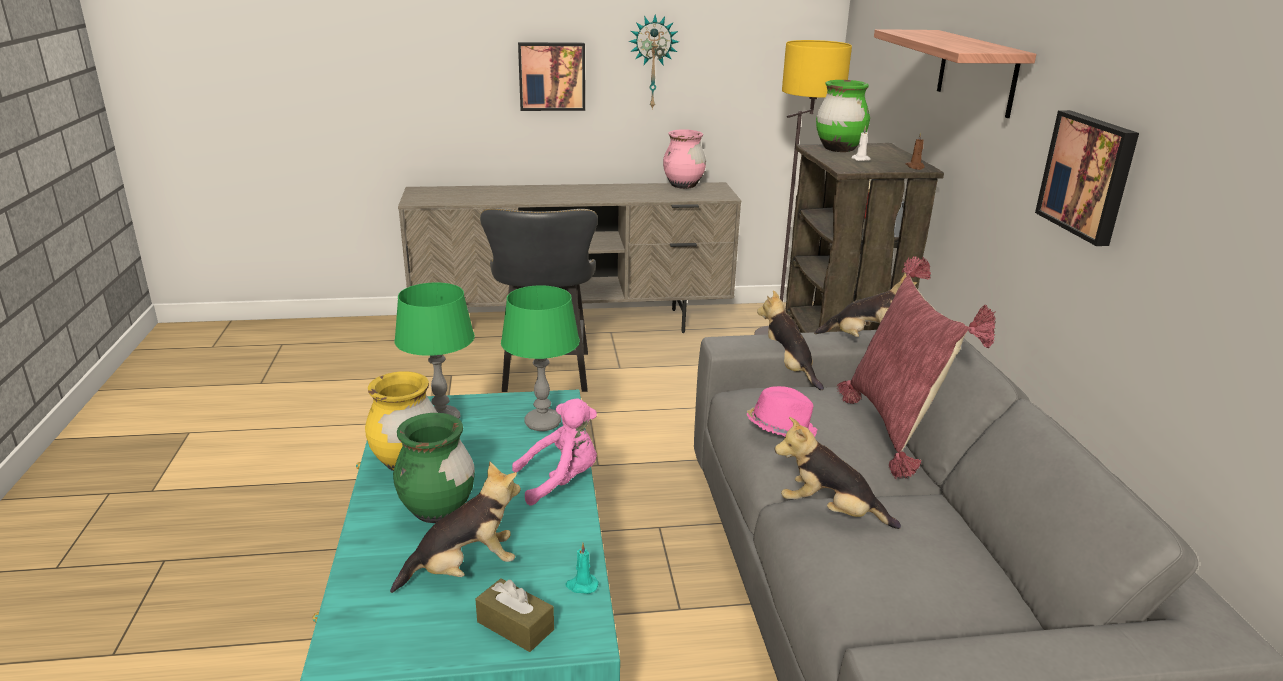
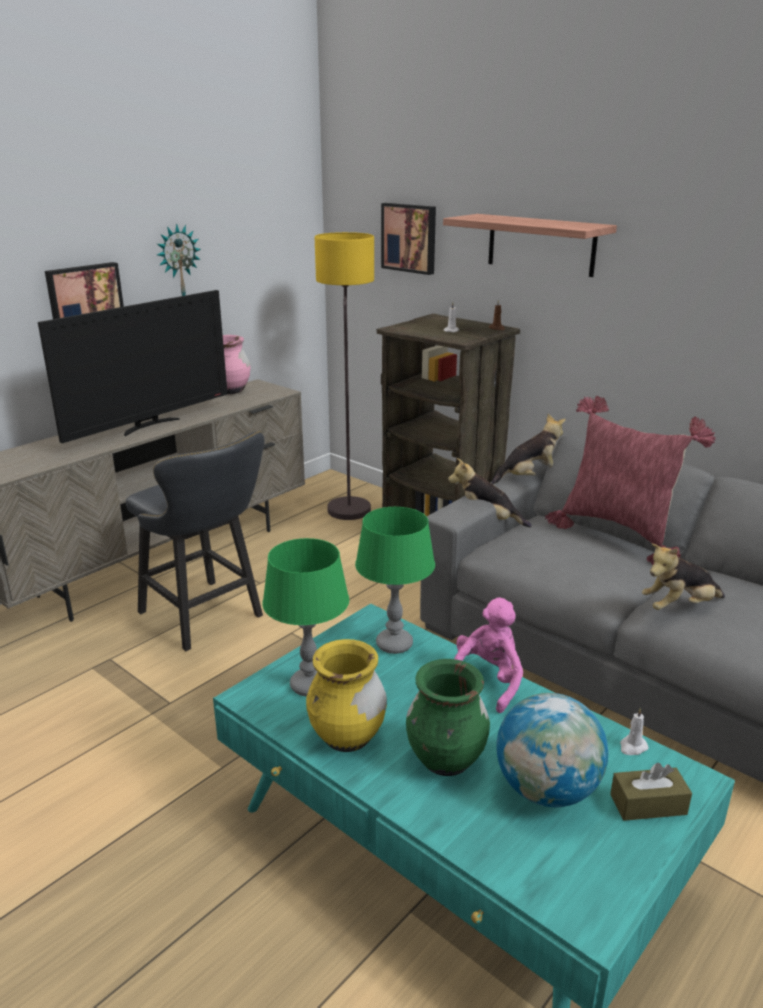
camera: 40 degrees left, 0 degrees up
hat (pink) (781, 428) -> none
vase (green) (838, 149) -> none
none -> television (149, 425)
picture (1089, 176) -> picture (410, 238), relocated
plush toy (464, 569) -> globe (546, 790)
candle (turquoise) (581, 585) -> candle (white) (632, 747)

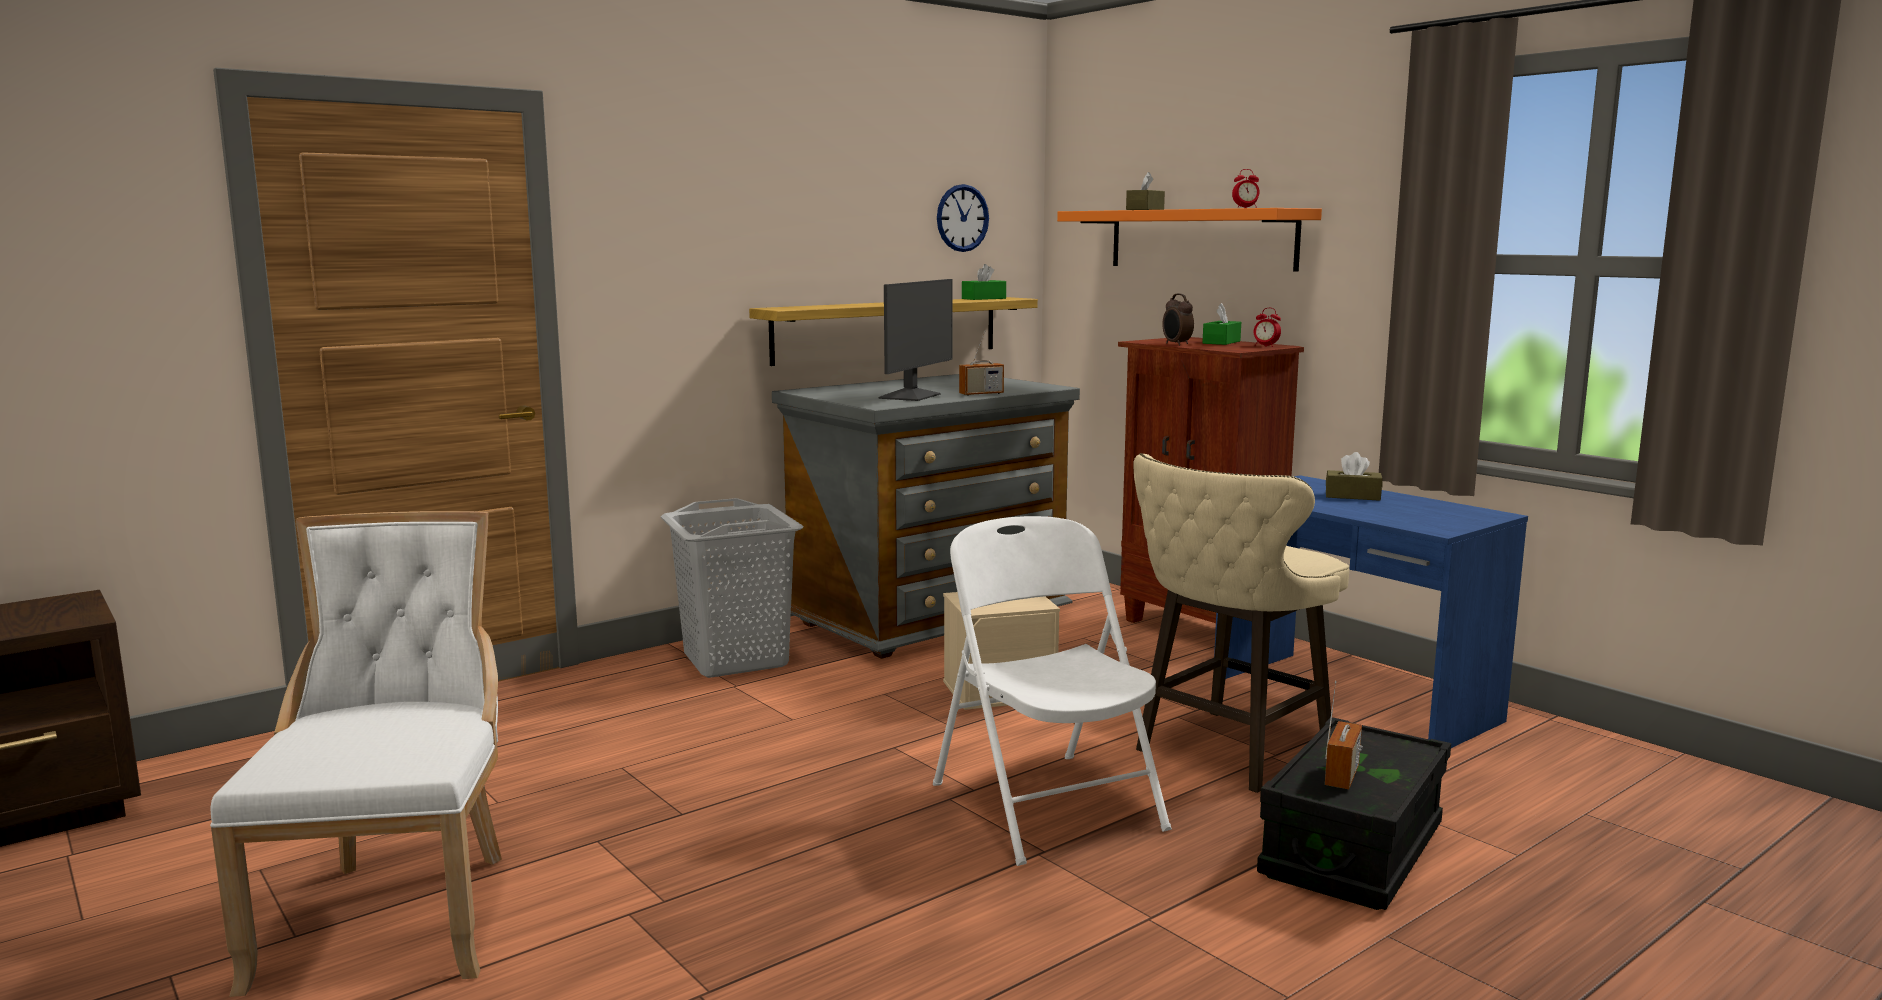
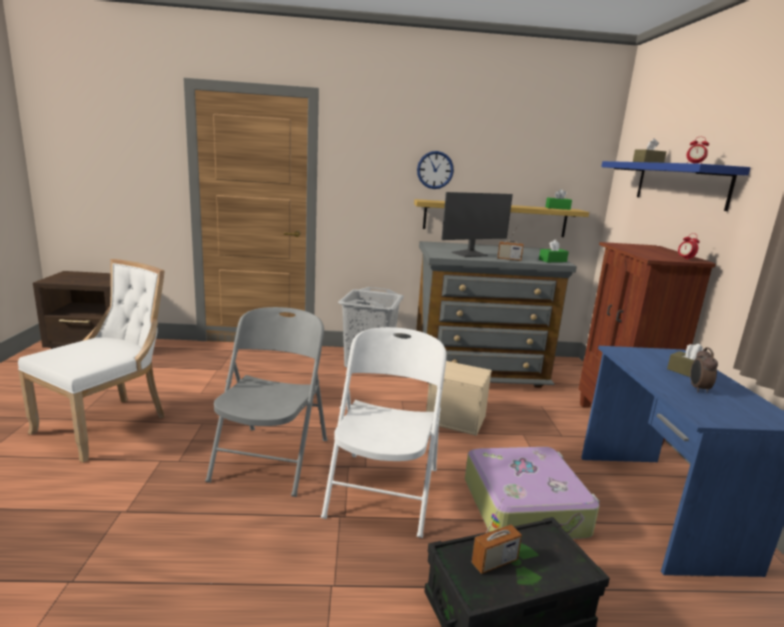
camera: 35 degrees right, 5 degrees up
none -> chair (grey) (271, 459)
wall clock (962, 218) -> wall clock (435, 170), relocated
alarm clock (1176, 344) -> alarm clock (698, 389), relocated
tissue box (green) (1221, 342) -> tissue box (green) (552, 260), relocated
stool (beige) (1228, 752) -> suitcase (525, 506)
shelf (orange) (1201, 239) -> shelf (blue) (680, 184)

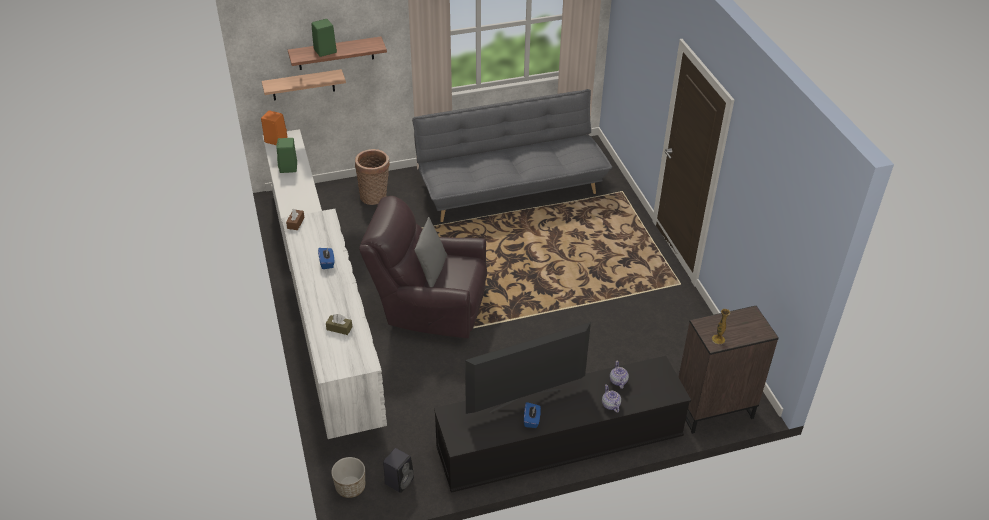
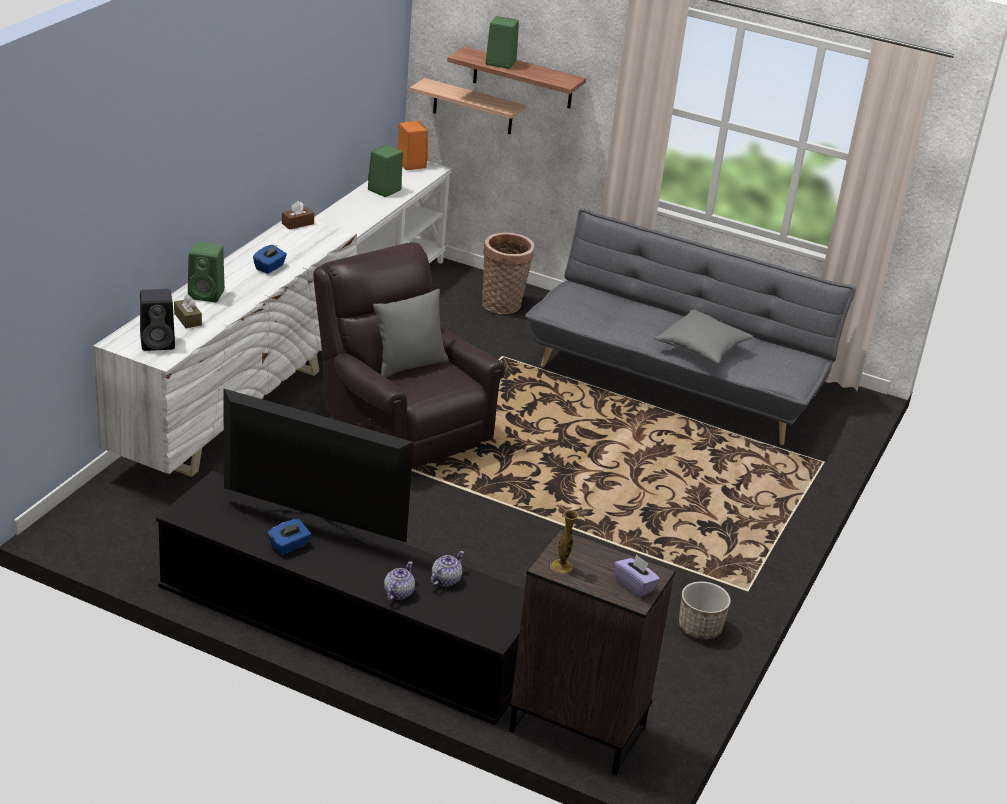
camera: 40 degrees right, 10 degrees down
none -> speaker (green) (207, 294)
none -> tissue box (purple) (634, 586)
none -> pillow (grey) (702, 348)
planter (350, 487) -> planter (699, 628), relocated
speaker (black) (399, 480) -> speaker (black) (159, 343), relocated

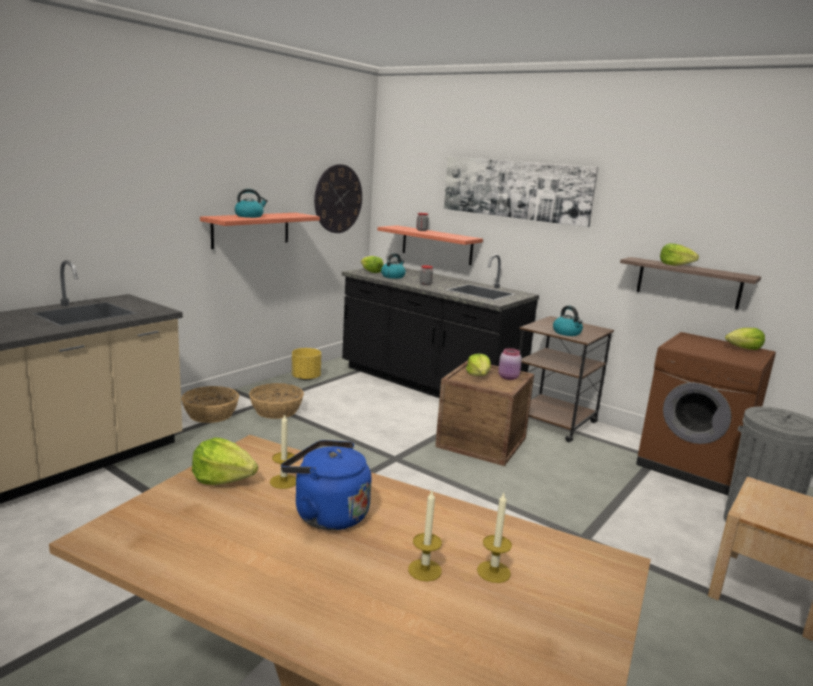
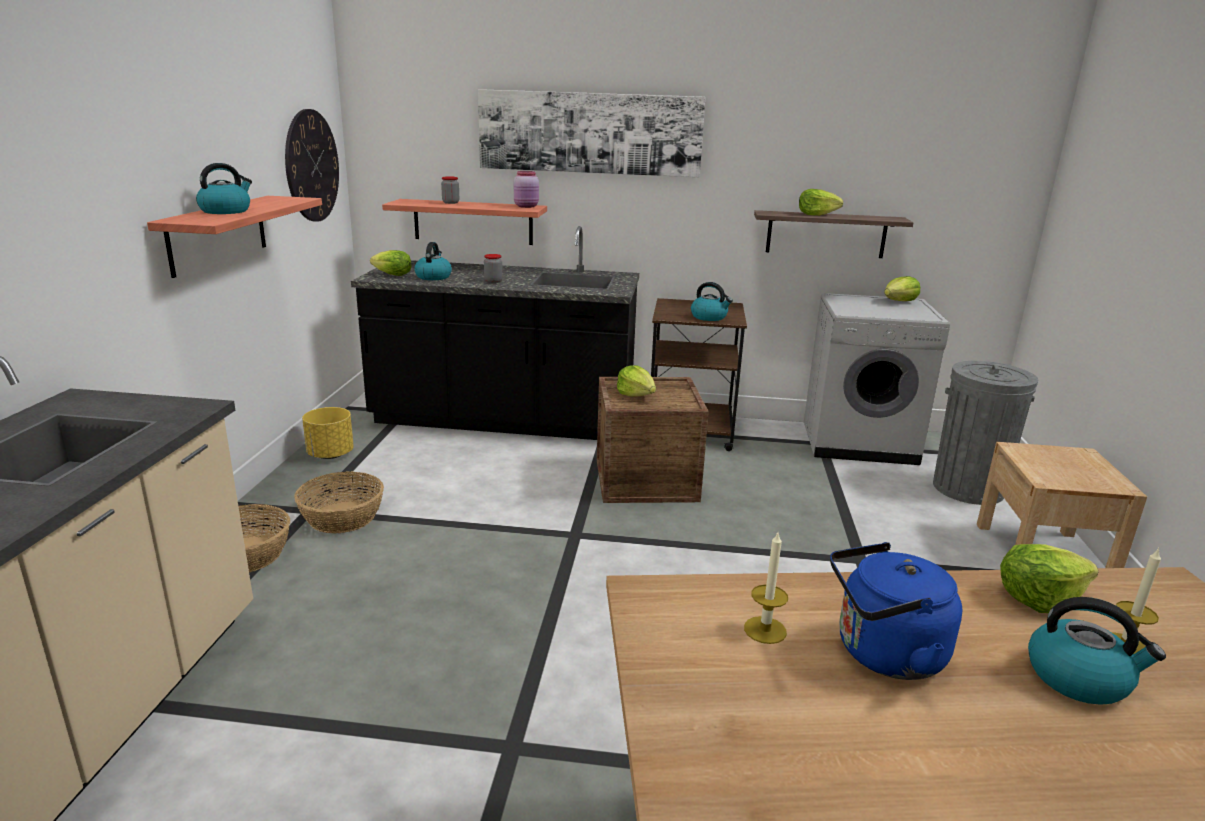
camera: 30 degrees left, 5 degrees up
lettuce (223, 478) -> lettuce (1039, 597), relocated
jar (pink) (508, 378) -> jar (pink) (527, 206), relocated
candle (424, 570) -> kettle (1079, 678)
washing machine (brown) (691, 467) -> washing machine (white) (859, 444)

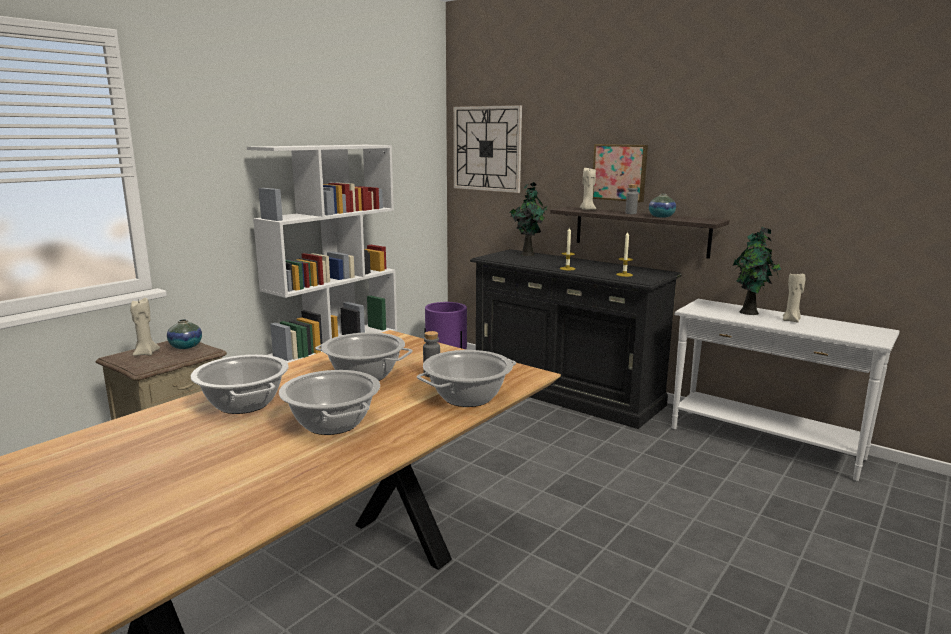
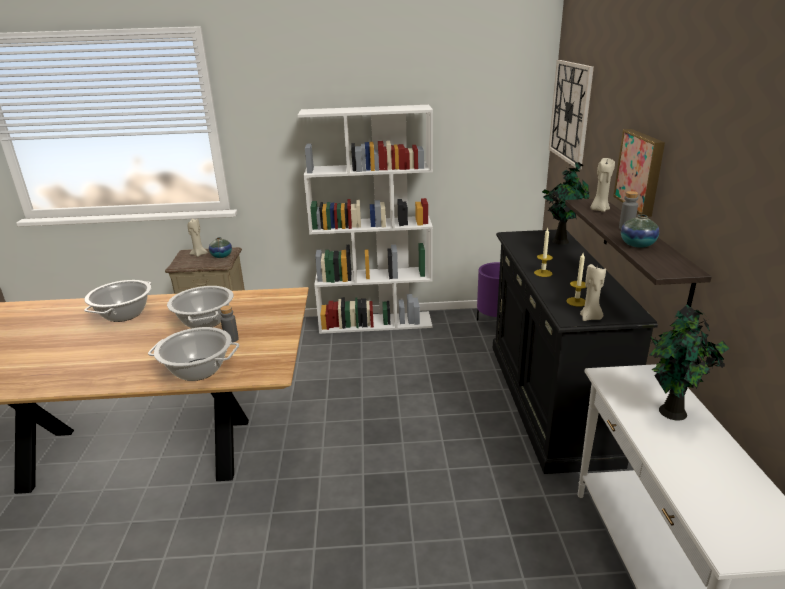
camera: 50 degrees right, 10 degrees up
cooking pot (331, 423) -> none
candle (beige) (791, 320) -> candle (beige) (590, 318), relocated

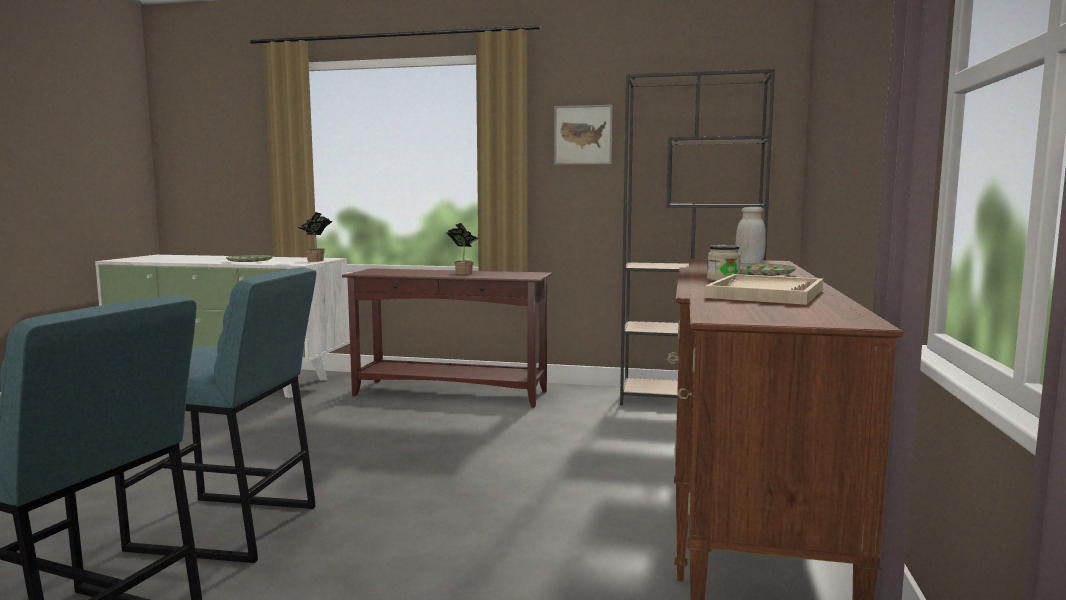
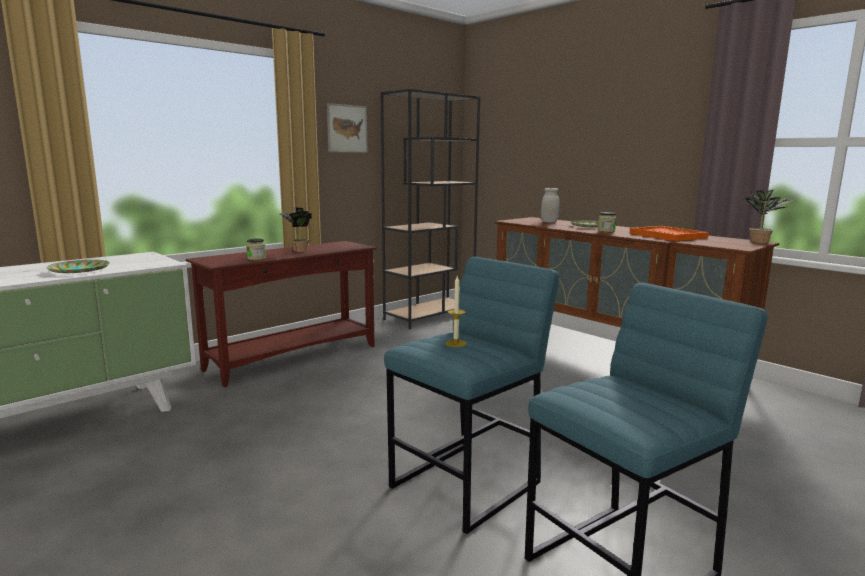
camera: 55 degrees left, 5 degrees up
none -> jar (256, 258)
none -> candle (456, 343)
potted plant (317, 261) -> potted plant (761, 242), relocated
tray (beige) (766, 293) -> tray (orange) (667, 235)

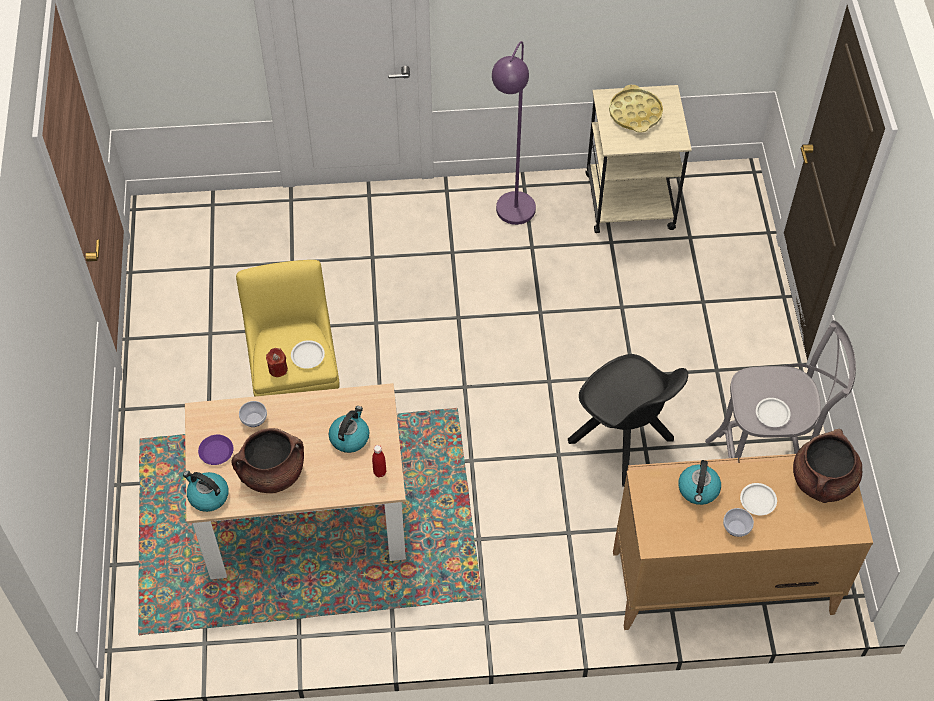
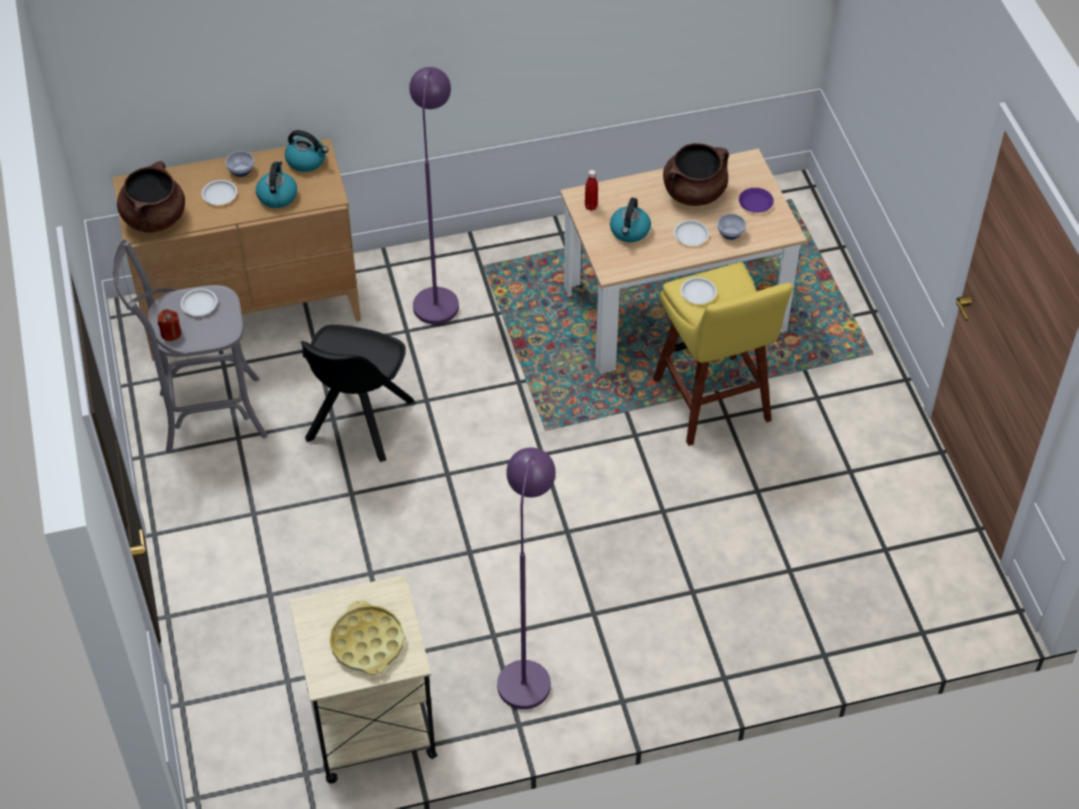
camera: 170 degrees right, 5 degrees down
none -> floor lamp (purple) (437, 297)
none -> plate (white) (691, 235)
kettle (208, 496) -> kettle (307, 161), relocated
candle (red) (278, 369) -> candle (red) (171, 333), relocated
chair (black) (622, 442) -> chair (black) (358, 421), 105 degrees counterclockwise

